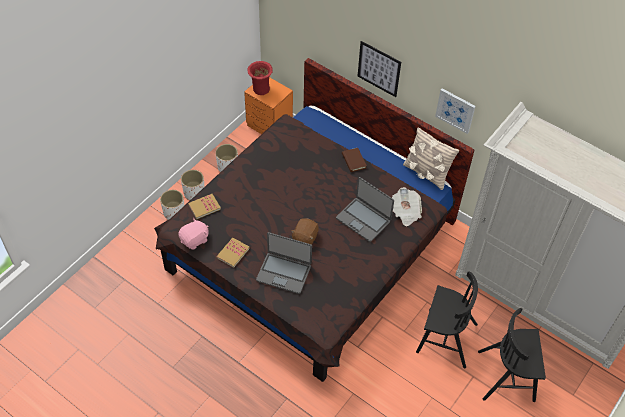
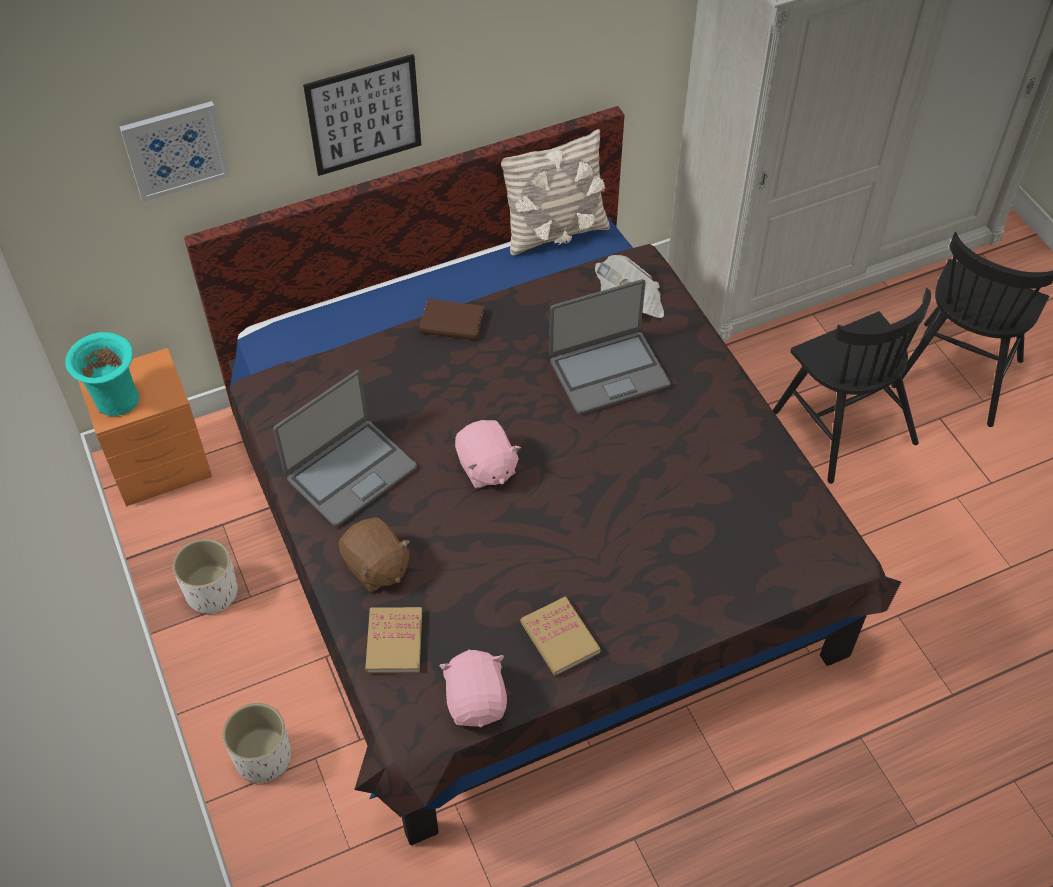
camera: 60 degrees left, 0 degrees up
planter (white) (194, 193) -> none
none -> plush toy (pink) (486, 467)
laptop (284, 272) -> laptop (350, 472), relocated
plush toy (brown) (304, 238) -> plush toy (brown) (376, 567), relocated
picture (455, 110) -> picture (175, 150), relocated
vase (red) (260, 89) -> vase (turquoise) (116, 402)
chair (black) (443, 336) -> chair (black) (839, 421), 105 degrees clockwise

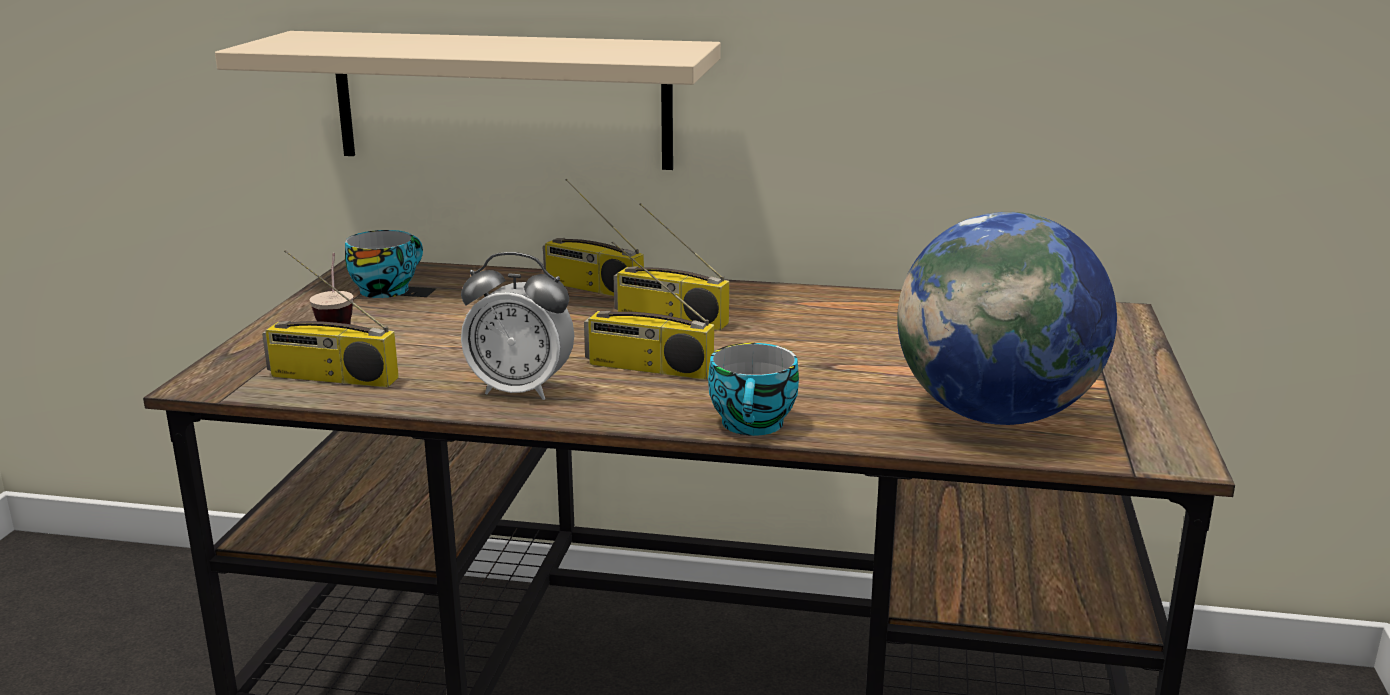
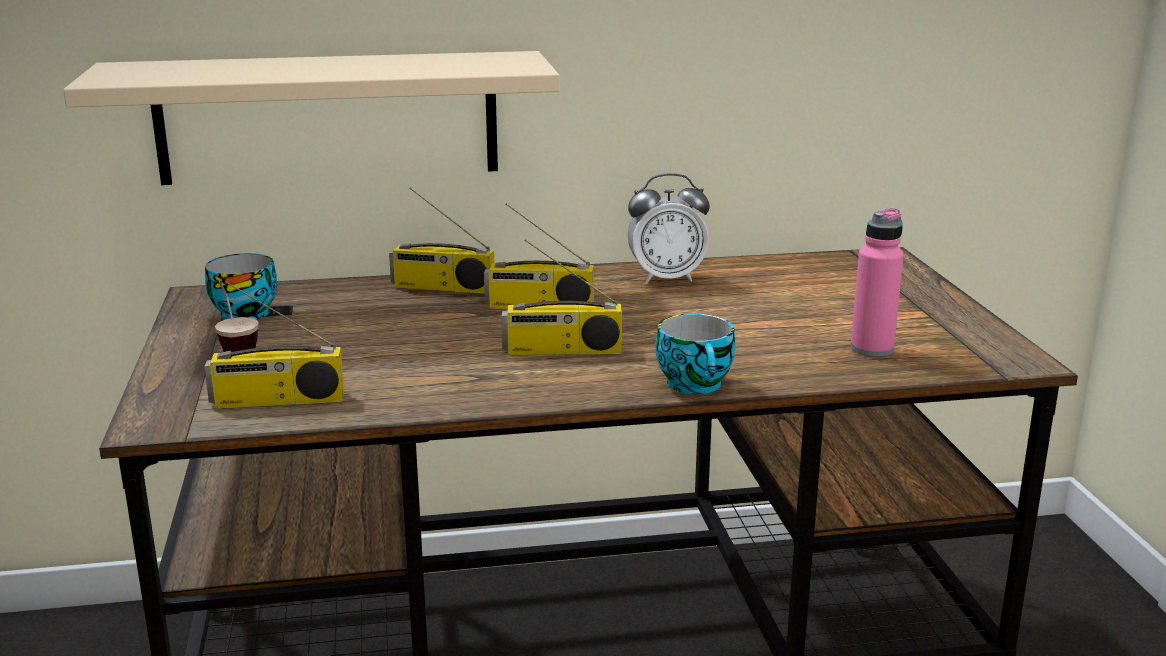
camera: 20 degrees left, 0 degrees up
alarm clock (521, 390) -> alarm clock (666, 278), relocated
globe (996, 415) -> bottle (pink) (872, 349)

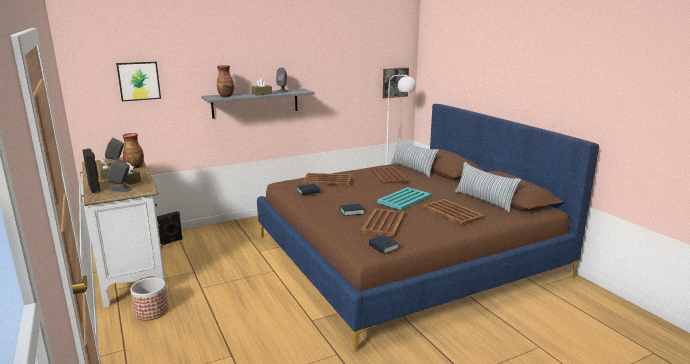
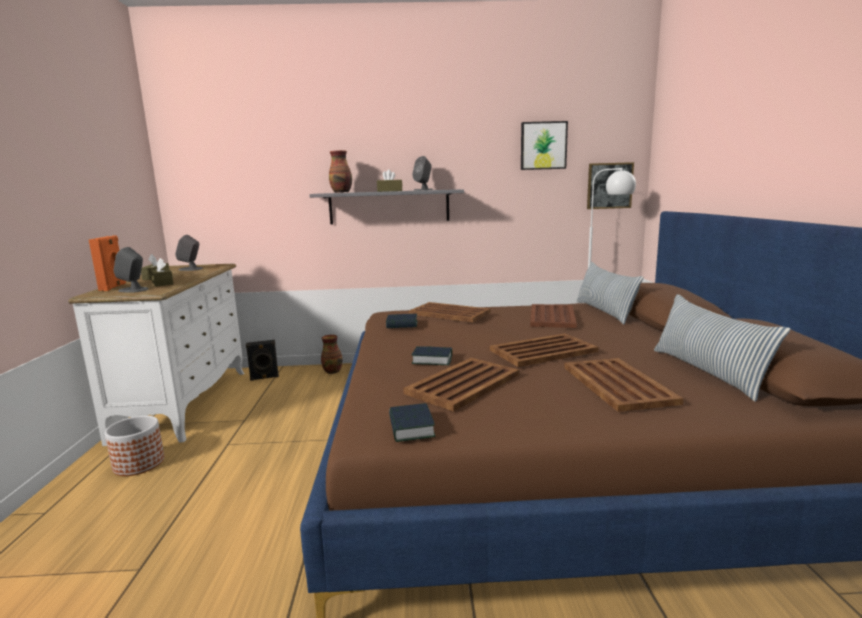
camera: 25 degrees right, 5 degrees down
picture (139, 81) -> picture (543, 146), relocated
vase (134, 167) -> vase (332, 371), relocated
speaker (black) (95, 188) -> speaker (orange) (113, 287)
tray (turquoise) (404, 199) -> tray (brown) (542, 351)

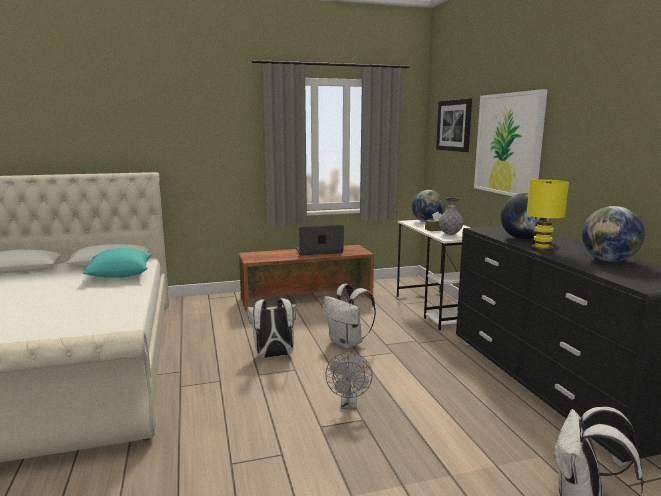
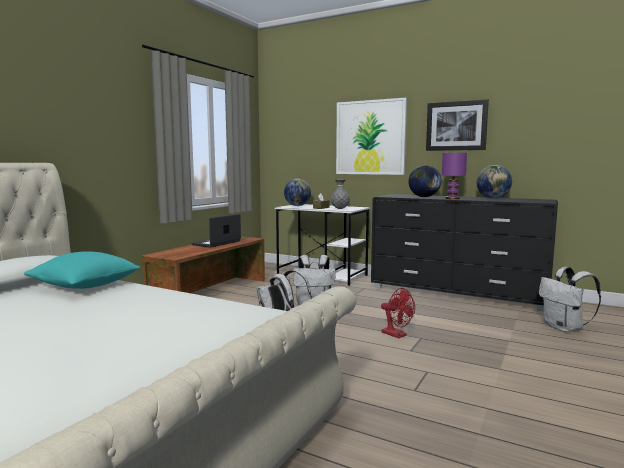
camera: 45 degrees left, 5 degrees down
picture (454, 125) -> picture (456, 126), relocated
fan (grey) (349, 405) -> fan (red) (397, 335)
table lamp (yellow) (542, 249) -> table lamp (purple) (452, 198)

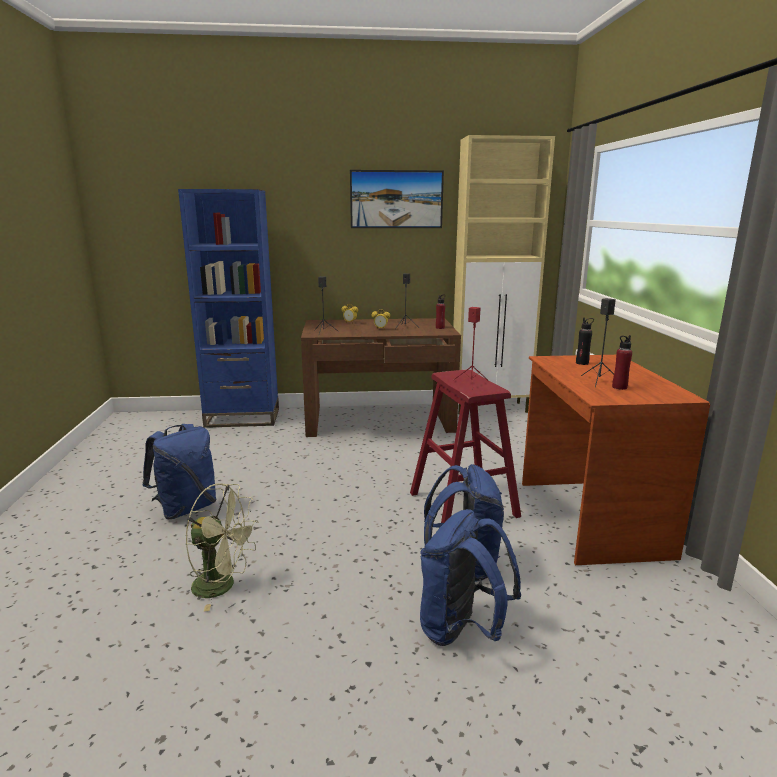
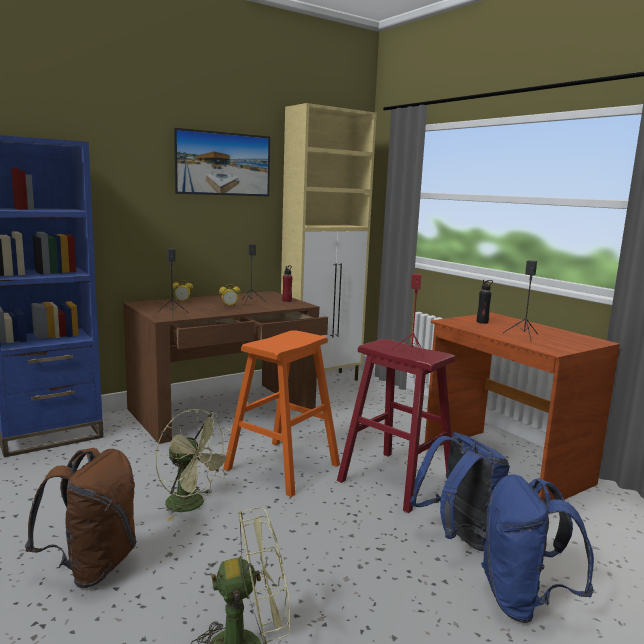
camera: 30 degrees left, 5 degrees down
bottle (red) (619, 387) -> none
none -> fan (green) (192, 505)
none -> stool (orange) (282, 467)
backpack (blue) (186, 508) -> backpack (brown) (92, 567)

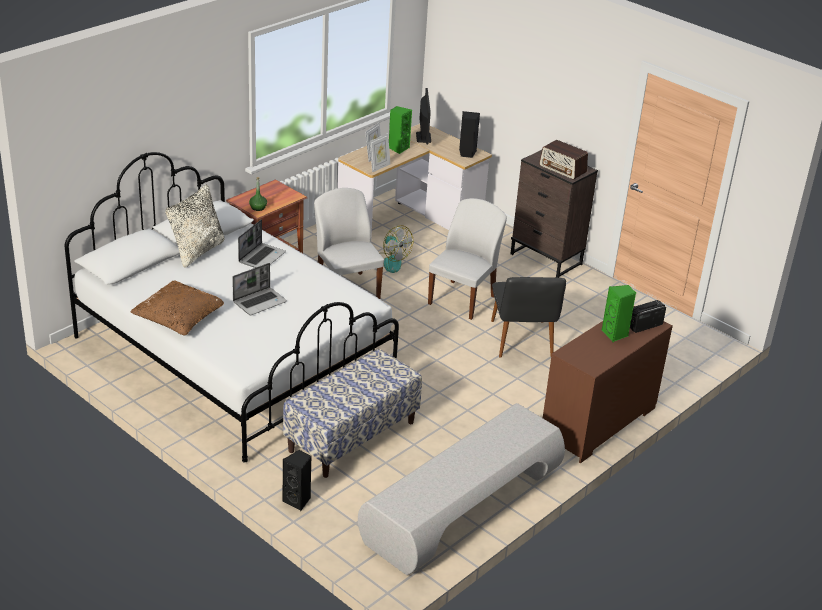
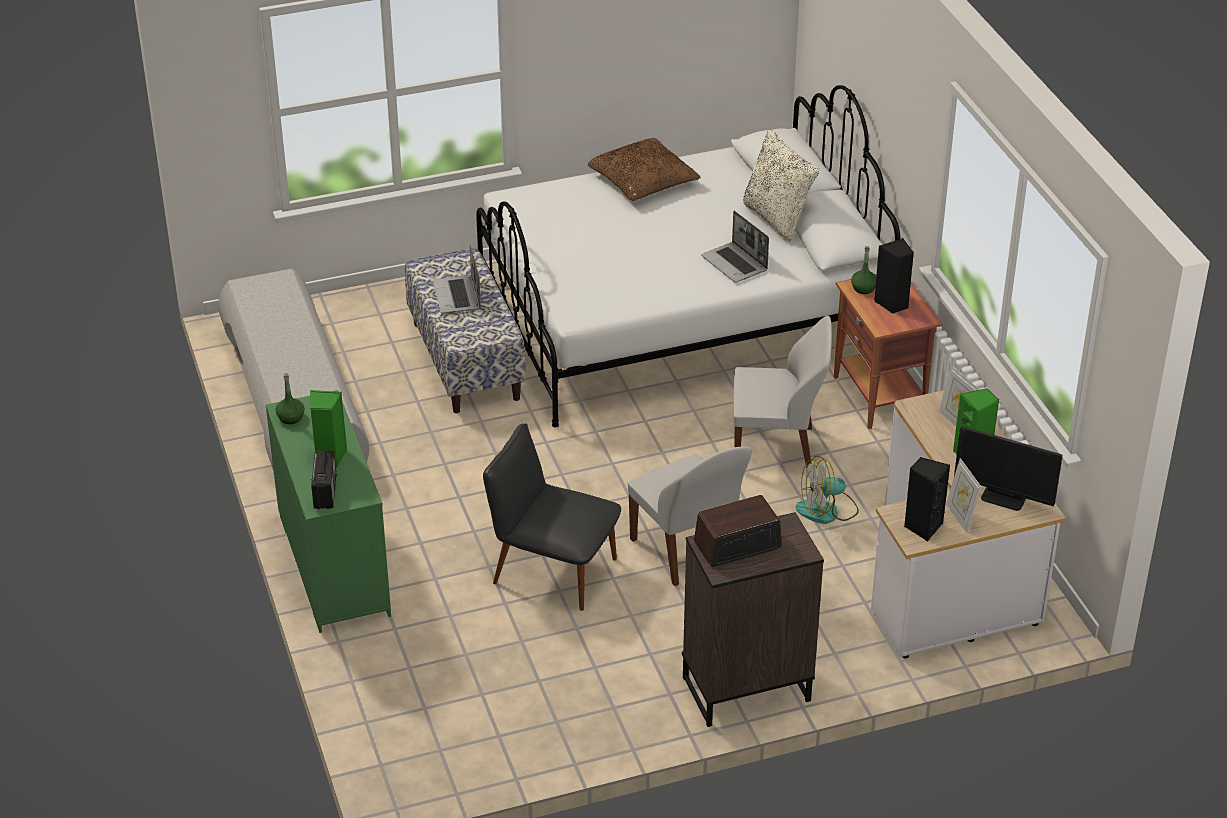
camera: 120 degrees right, 5 degrees up
none -> bottle (green) (290, 417)
laptop (260, 302) -> laptop (458, 296), relocated
speaker (black) (298, 501) -> speaker (black) (892, 304), relocated
picture frame (379, 167) -> picture frame (960, 517), relocated
dresser (brown) (599, 423) -> dresser (green) (332, 565)

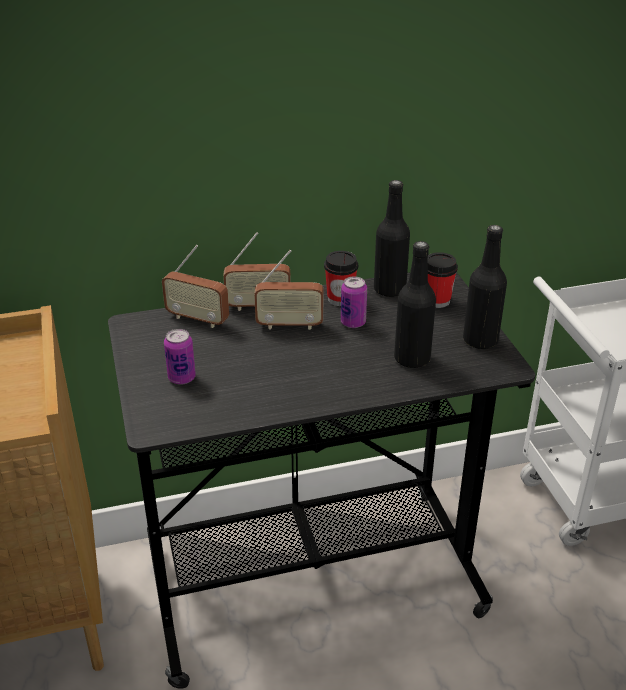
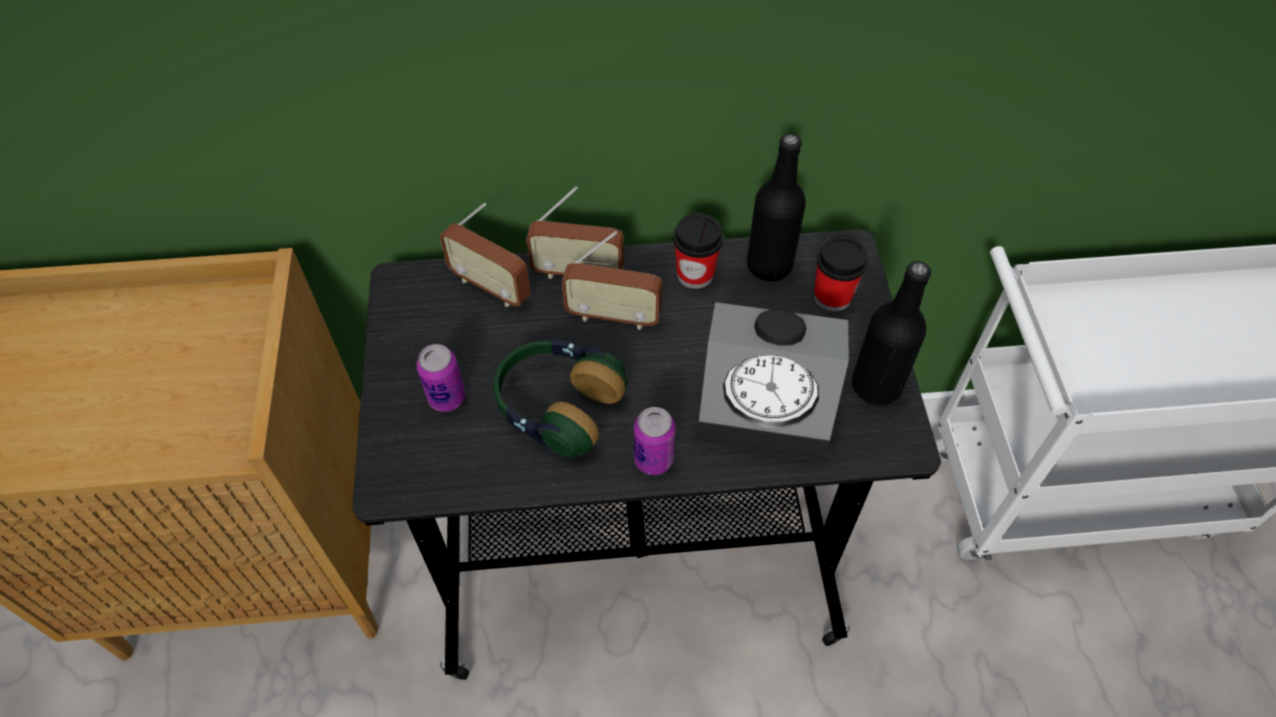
camera: 10 degrees right, 20 degrees up
none -> headphones (557, 406)
can (353, 322) -> can (653, 459), relocated
bottle (black) (412, 359) -> alarm clock (770, 408)

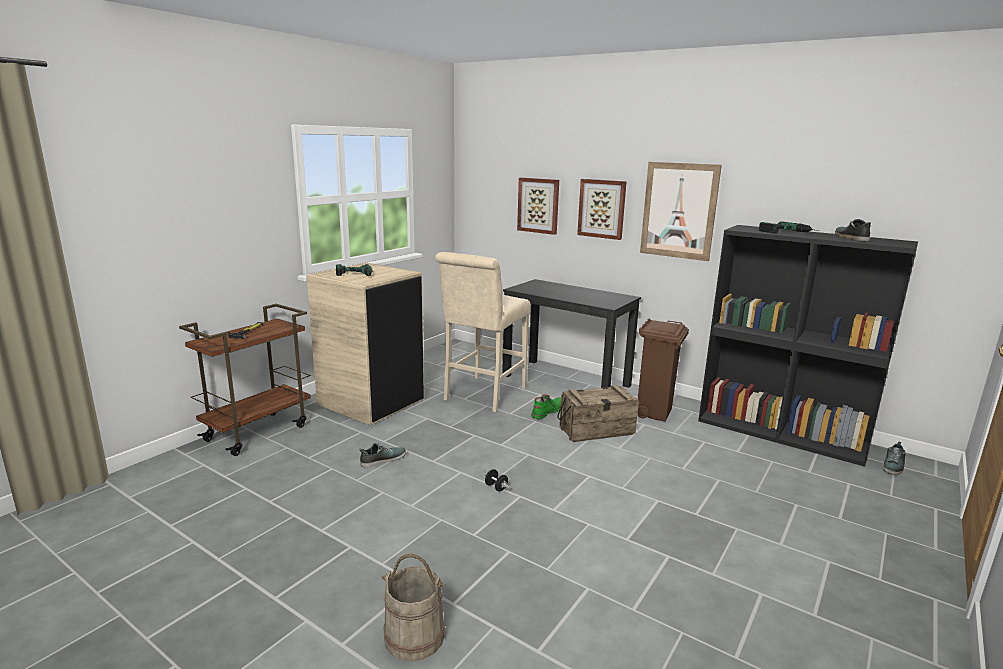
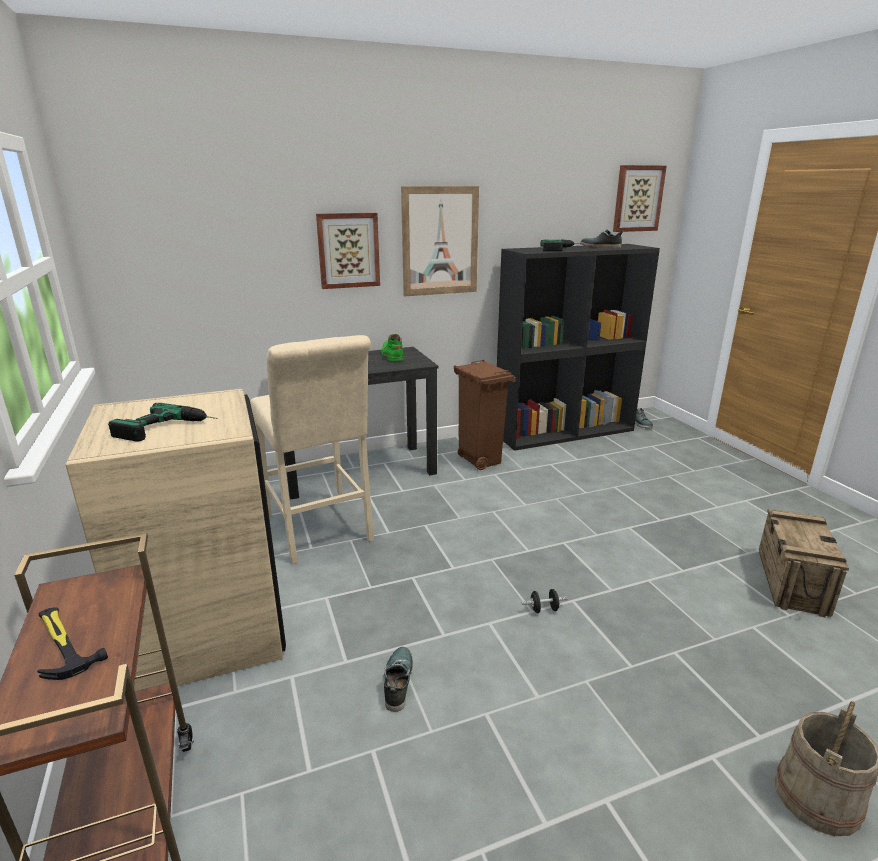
camera: 55 degrees left, 5 degrees up
picture (538, 205) -> picture (637, 198), relocated
boot (green) (547, 411) -> boot (green) (392, 355), relocated
crate (596, 430) -> crate (790, 581), relocated

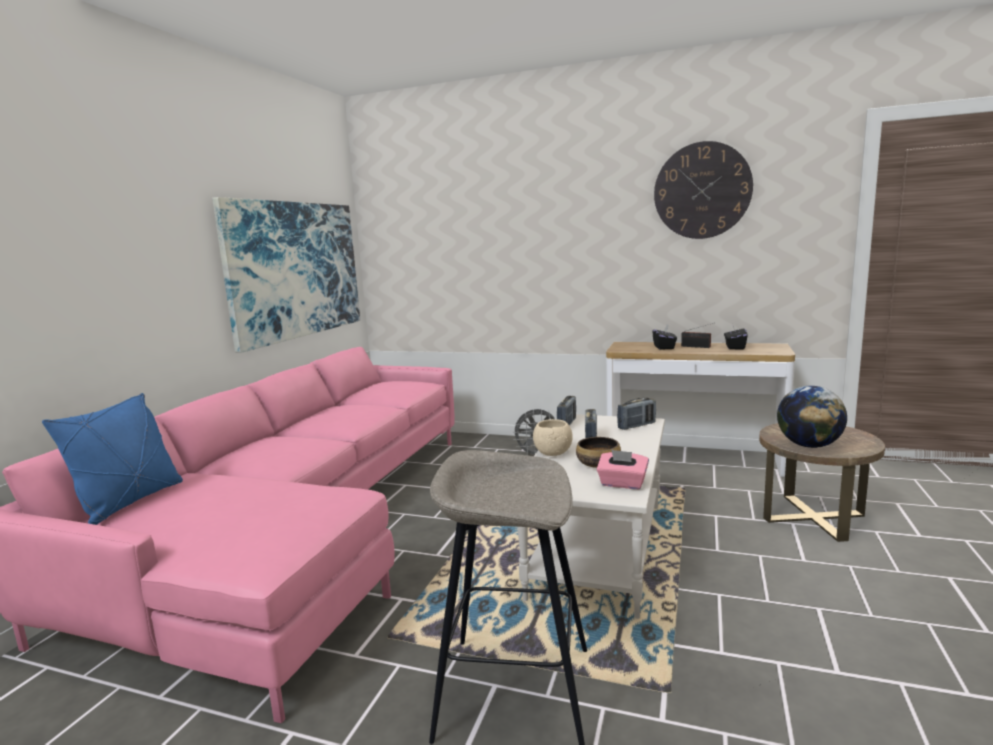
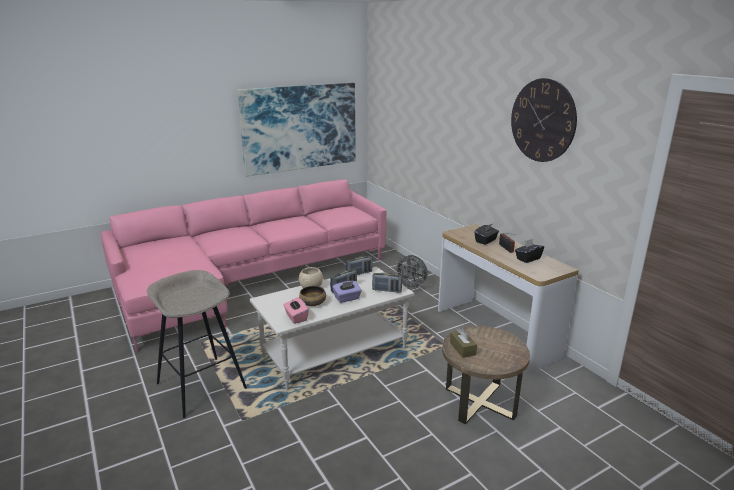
camera: 40 degrees right, 10 degrees up
pillow (blue) (130, 502) -> none
none -> tissue box (purple) (347, 298)
globe (809, 445) -> tissue box (brown) (462, 349)

